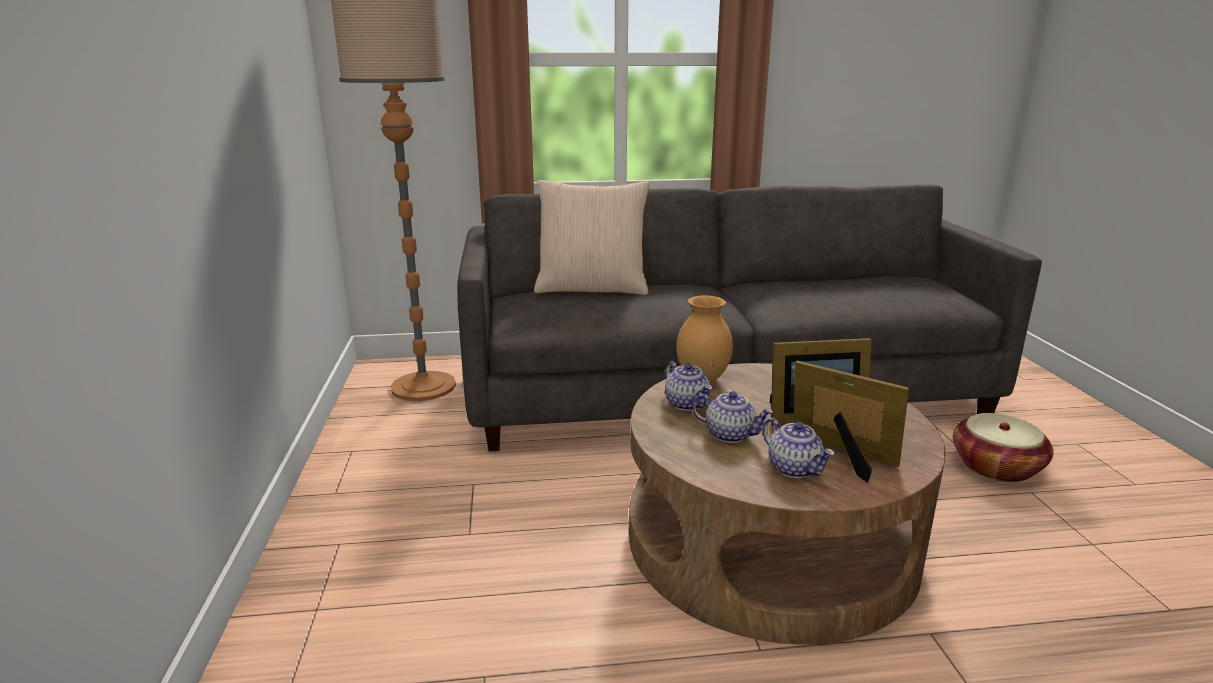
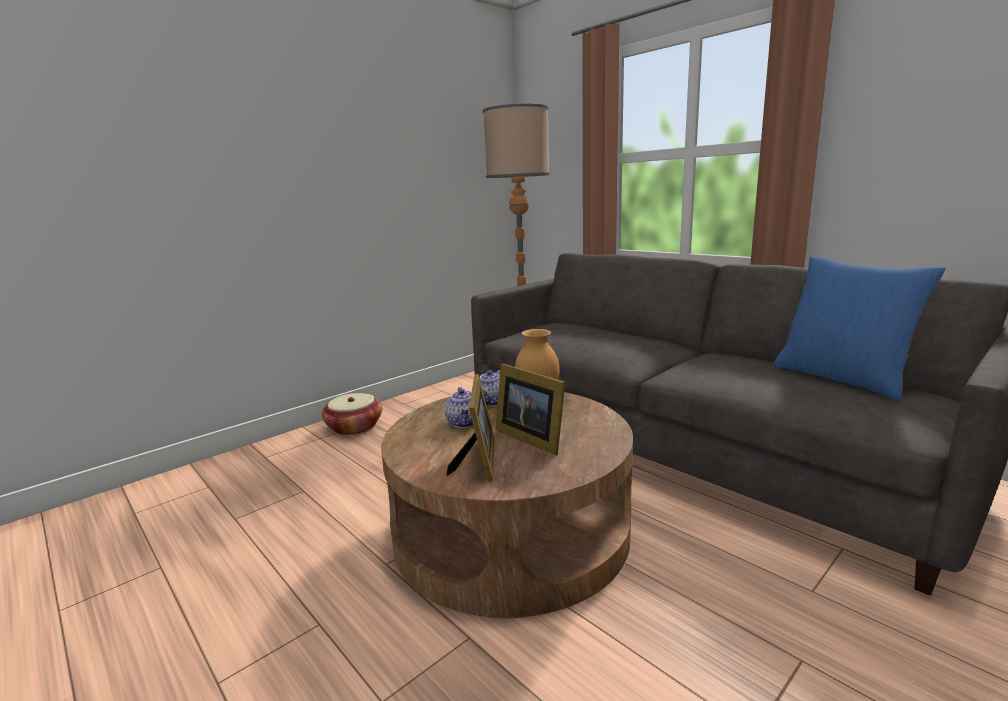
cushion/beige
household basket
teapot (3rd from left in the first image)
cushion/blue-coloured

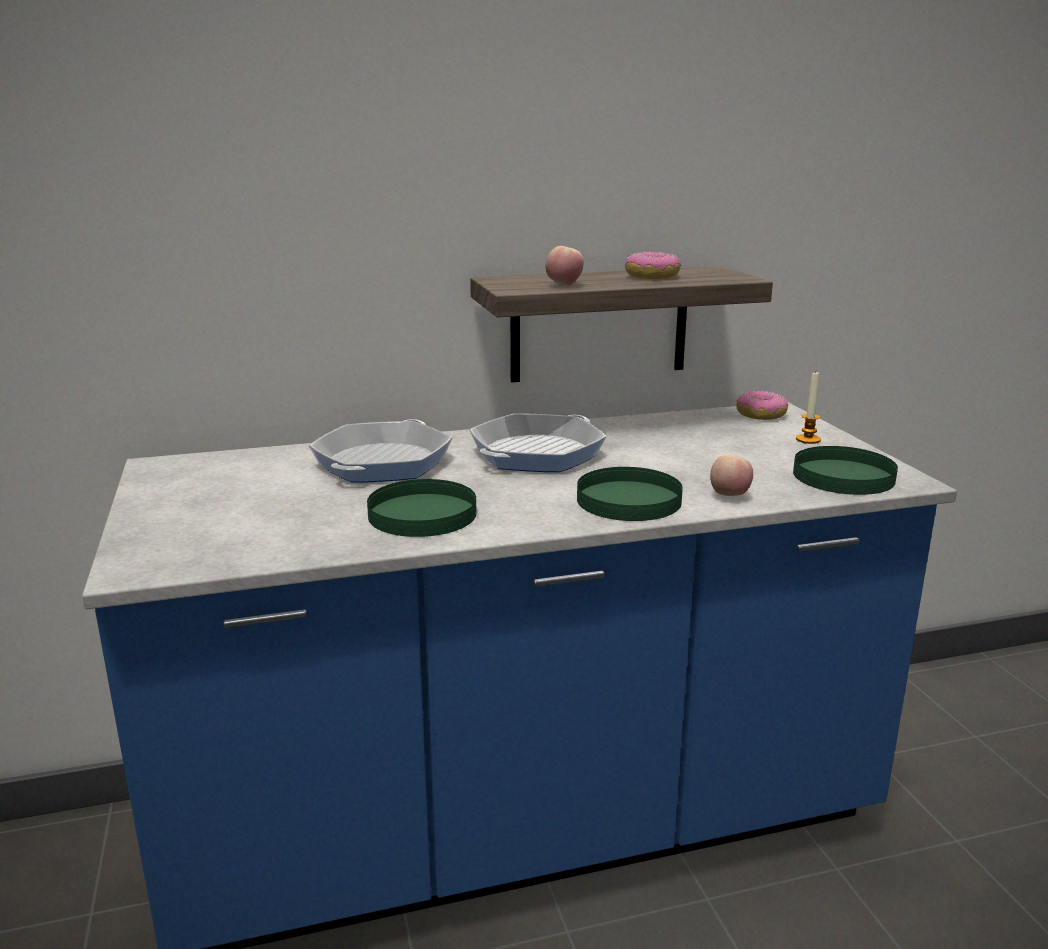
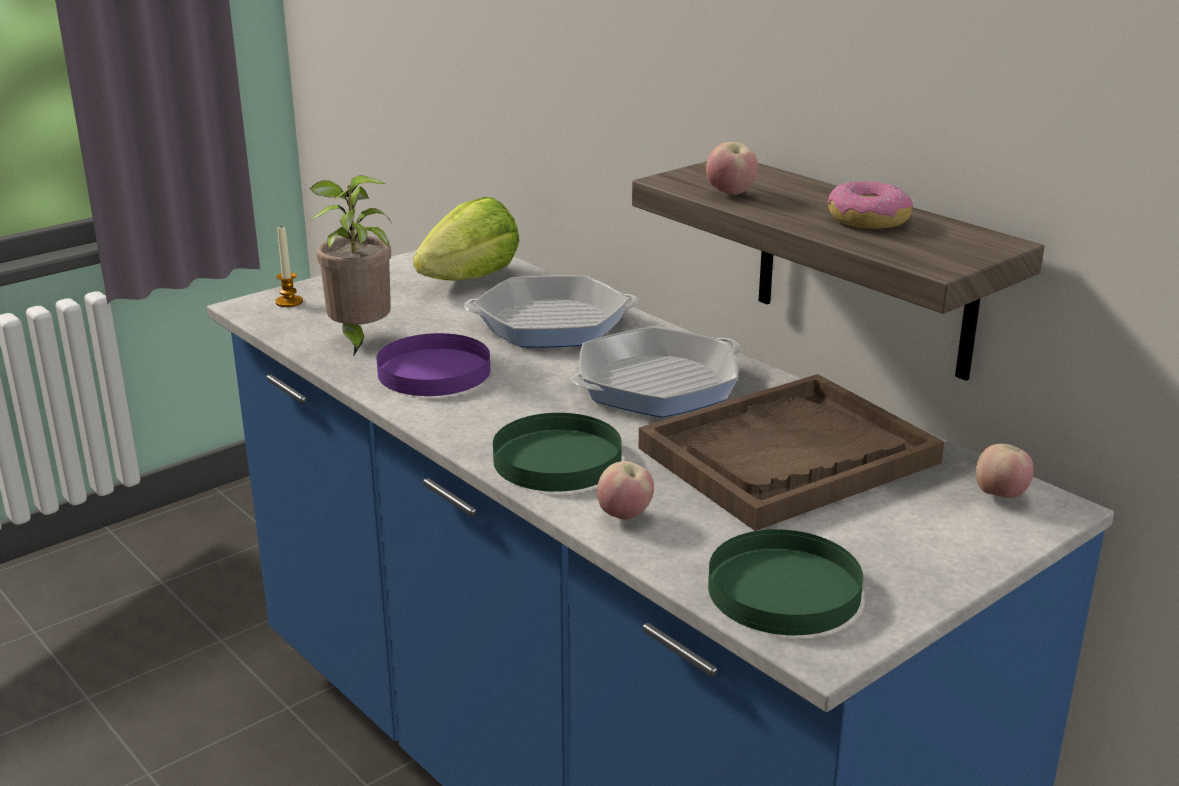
wax candle
apple (3rd from left)
skillet (2nd from left)
dinner plate/purplish
potted plant
head of lettuce
tray/brown-coloured

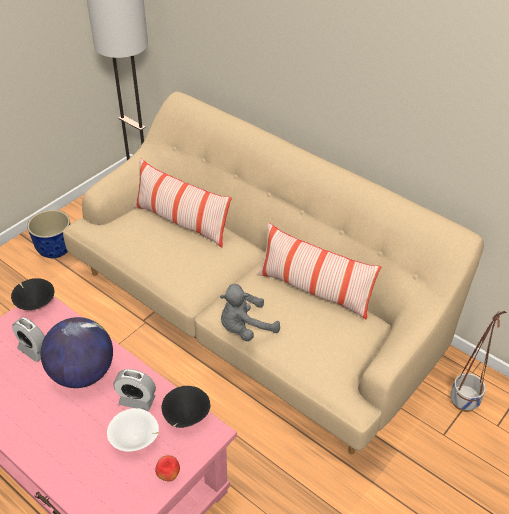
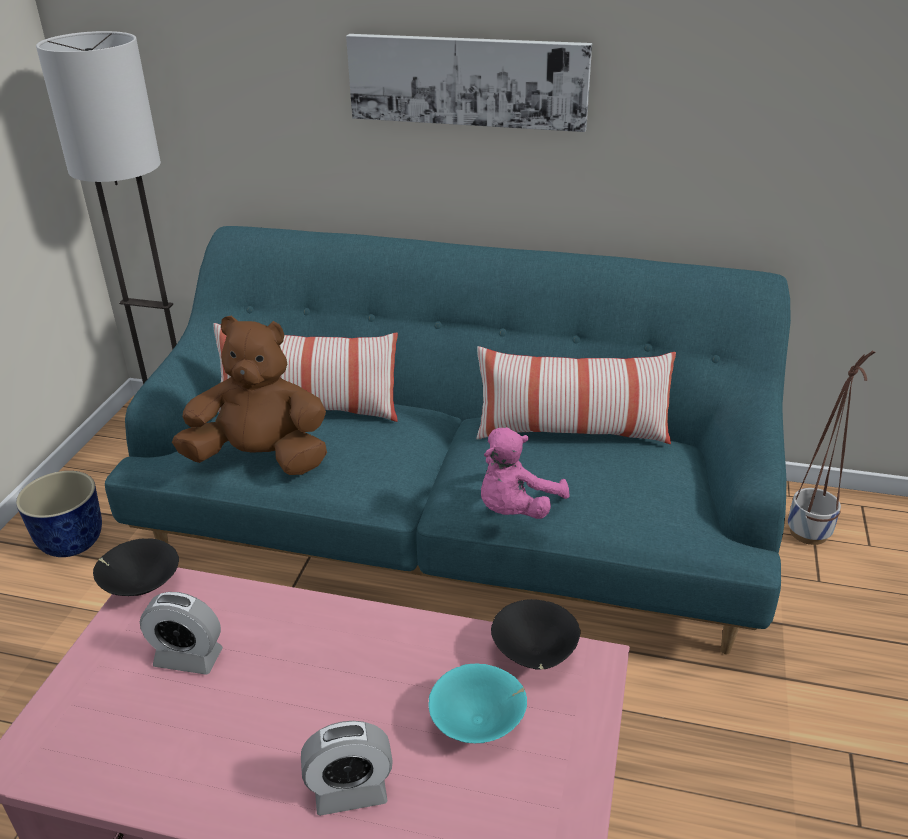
couch/blue-green
plush toy/pink-coloured
world globe
alarm clock (2nd from left)
serving bowl/blue-green
apple
picture
plush toy/brown-coloured

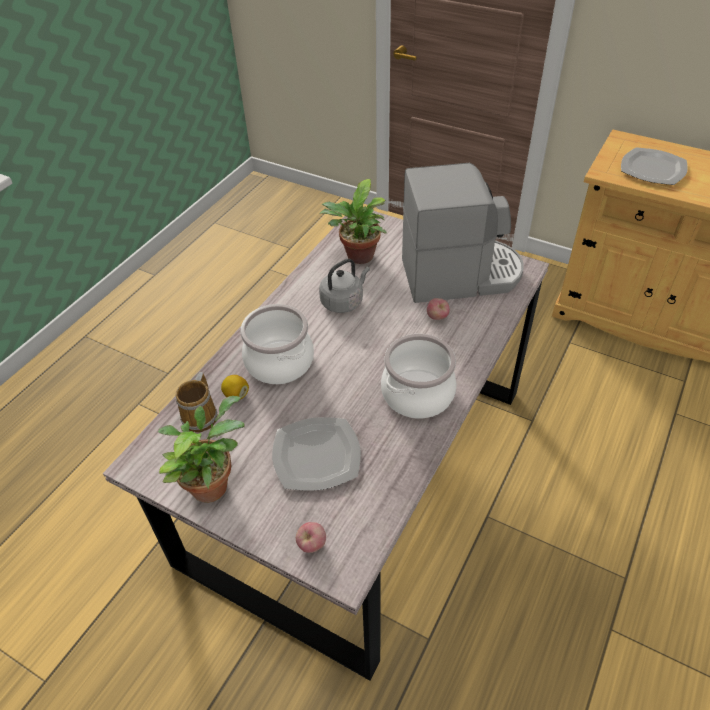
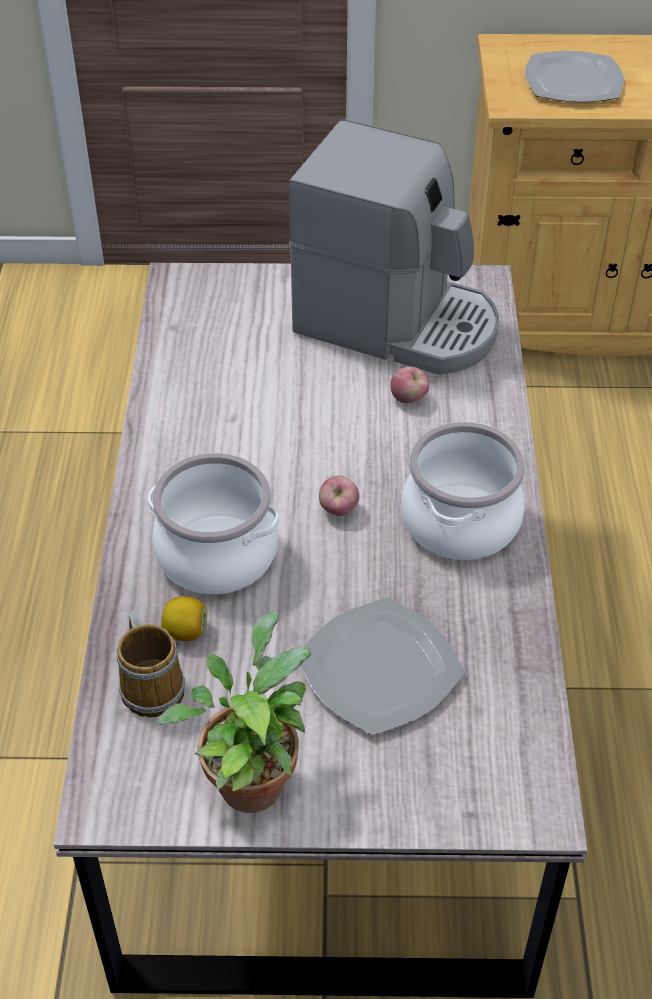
coffee maker
potted plant (2nd from left in the first image)
tea kettle/gray
apple (1st from left)

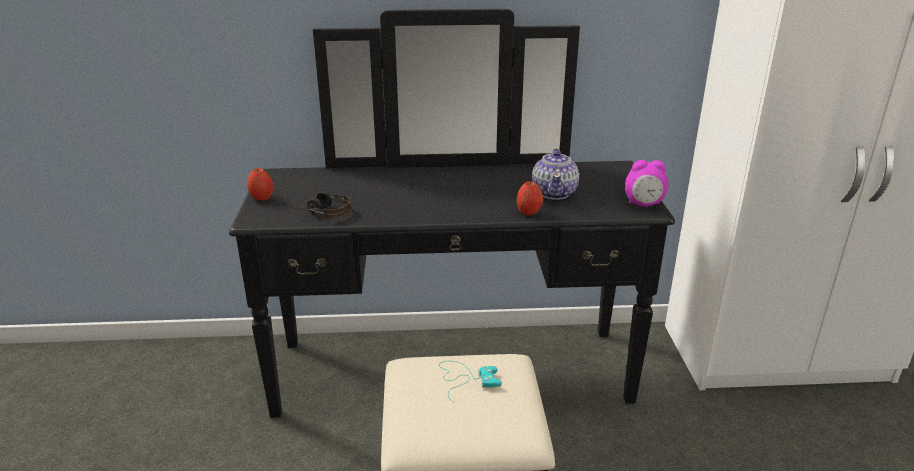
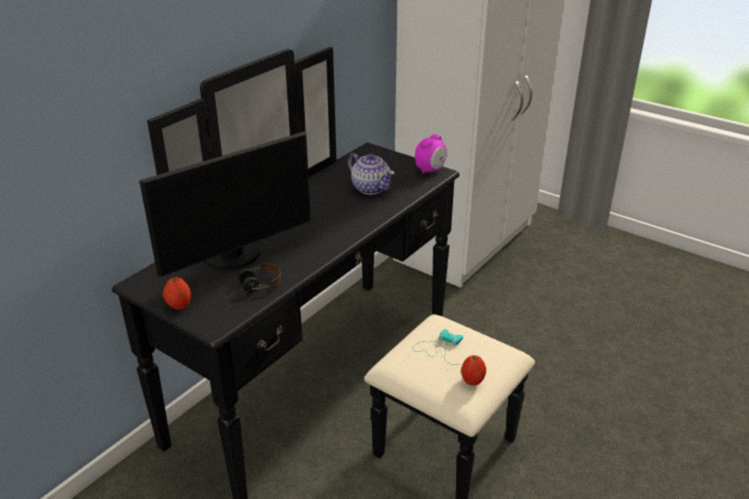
apple (2nd from left)
computer display

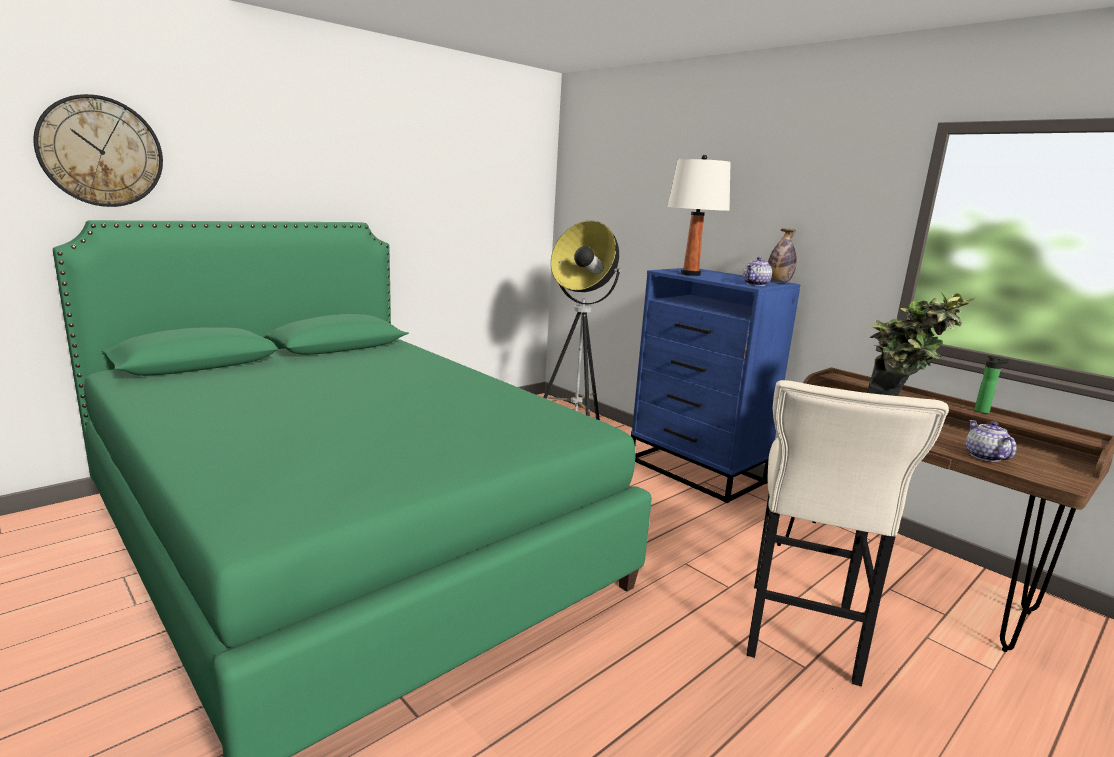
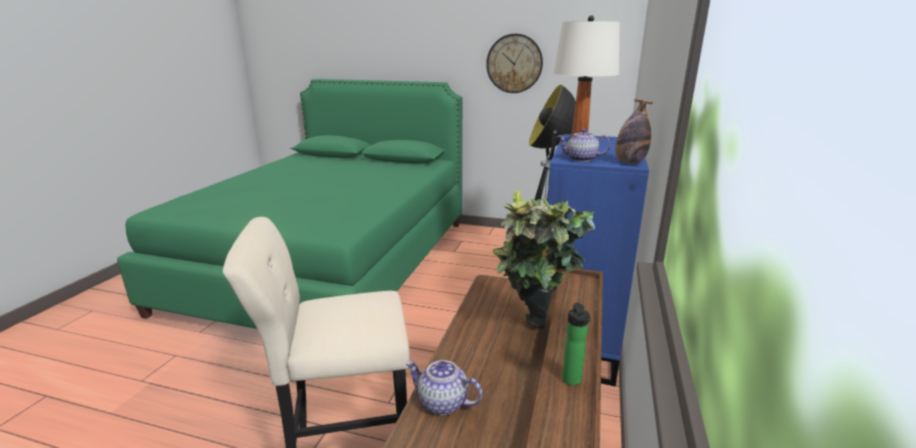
clock on the wall
teapot (1st from left)

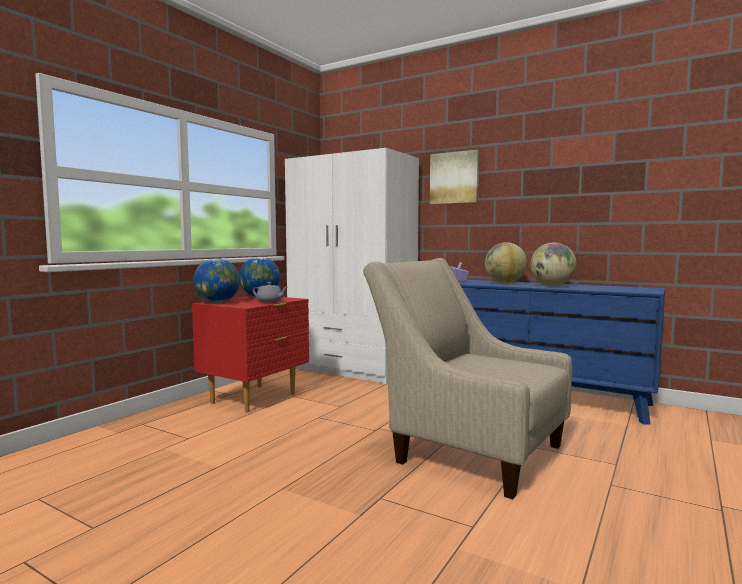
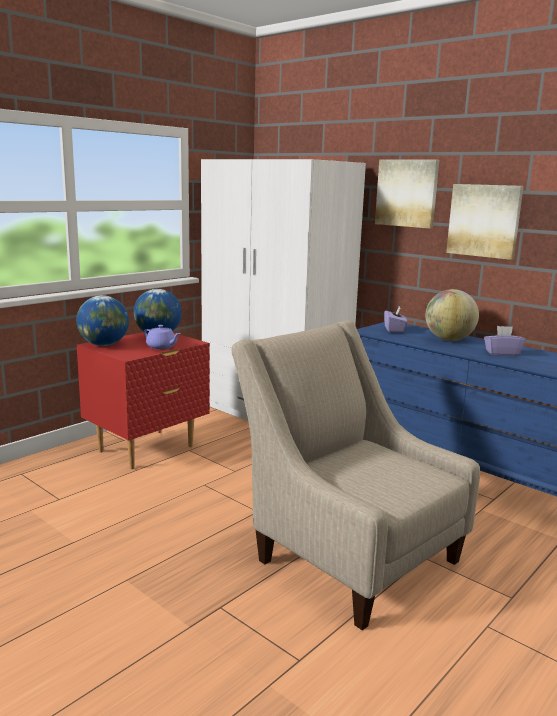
box of tissues/purplish (2nd from left)
teapot/purplish
picture (2nd from left)

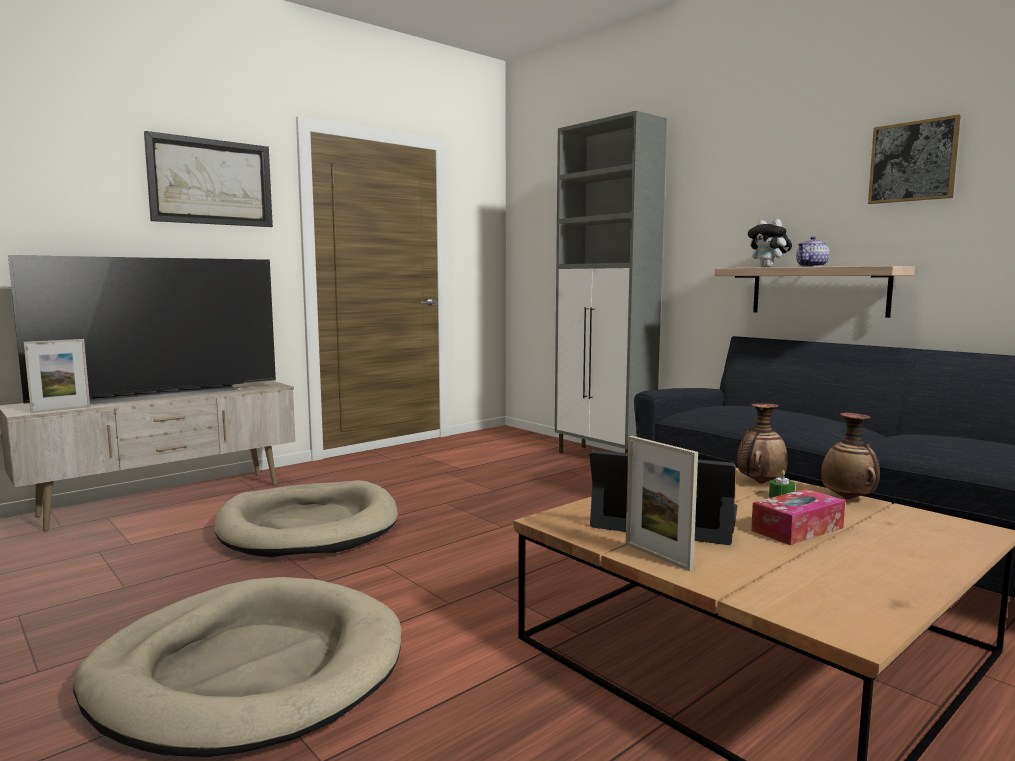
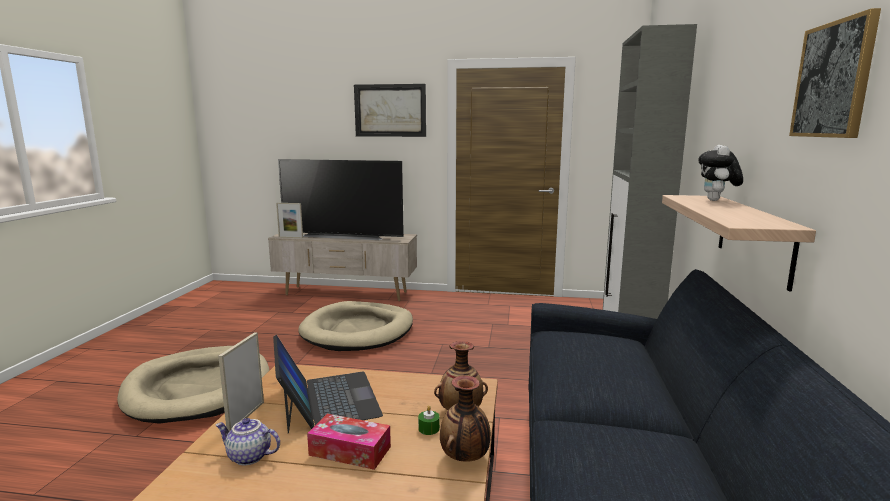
teapot

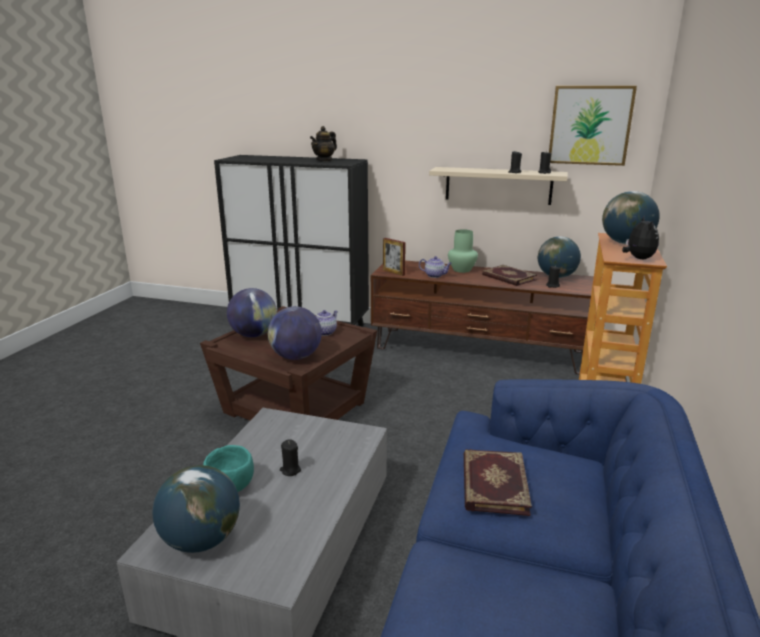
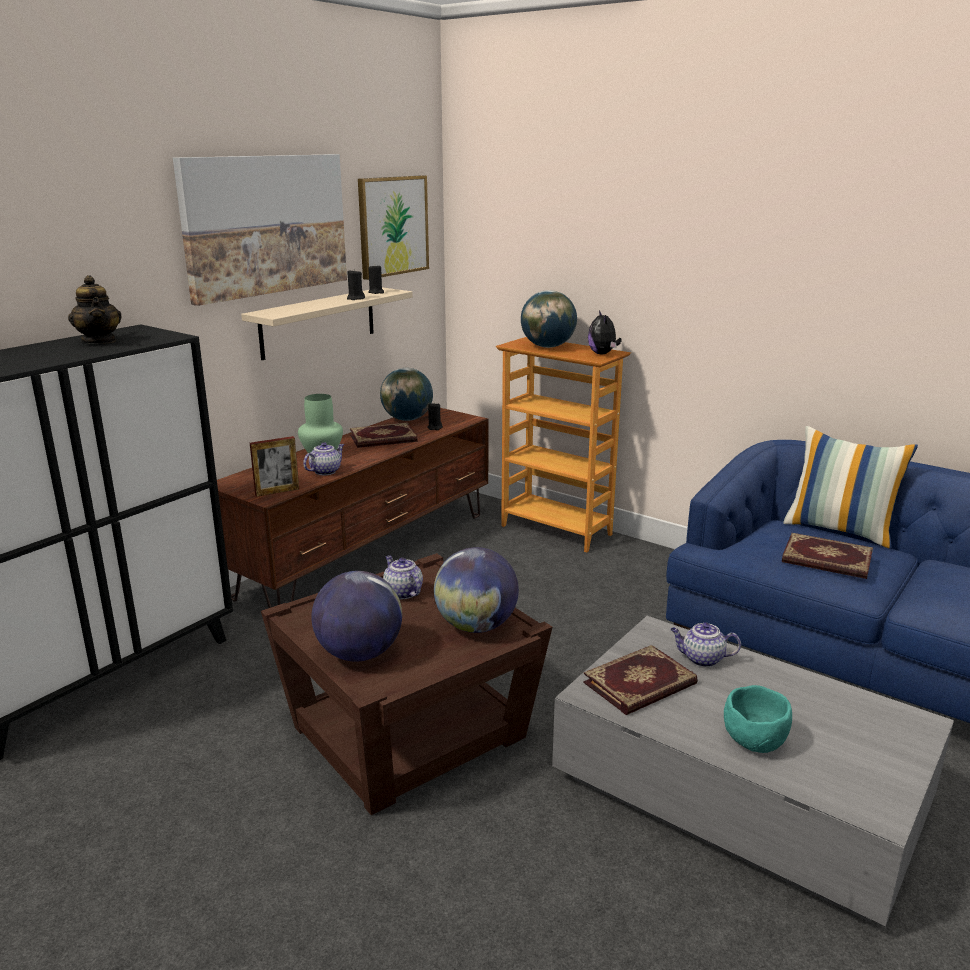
plush toy
wax candle/black (1st from left in the first image)
world globe (1st from left in the first image)
picture (1st from left)
cushion
teapot (4th from left)
volume (2nd from left)

